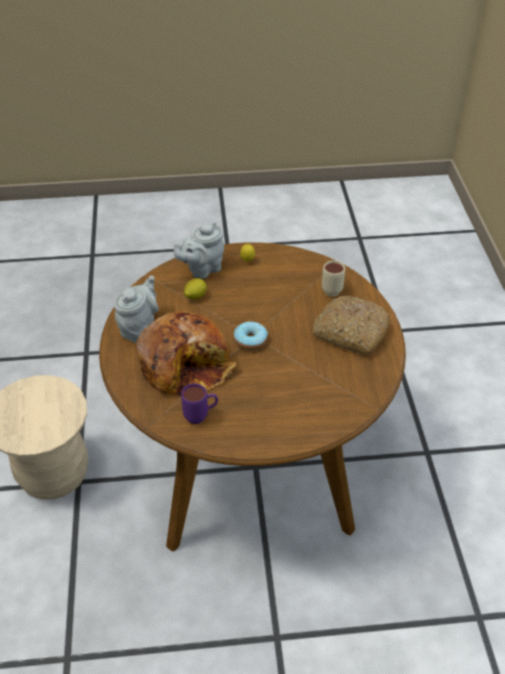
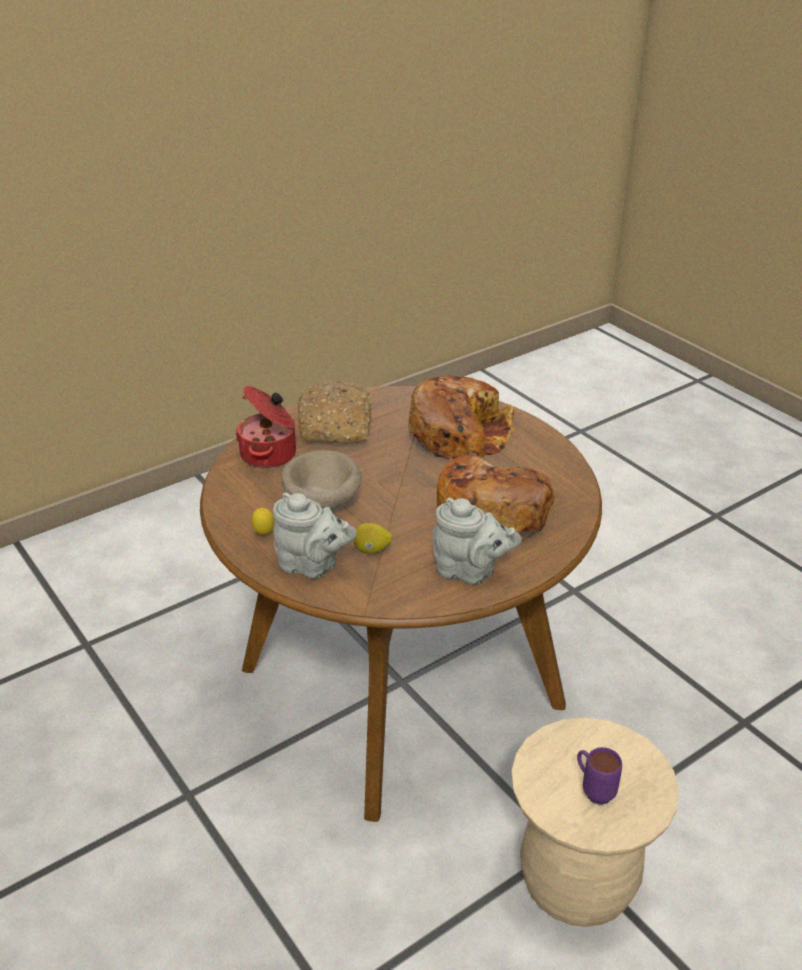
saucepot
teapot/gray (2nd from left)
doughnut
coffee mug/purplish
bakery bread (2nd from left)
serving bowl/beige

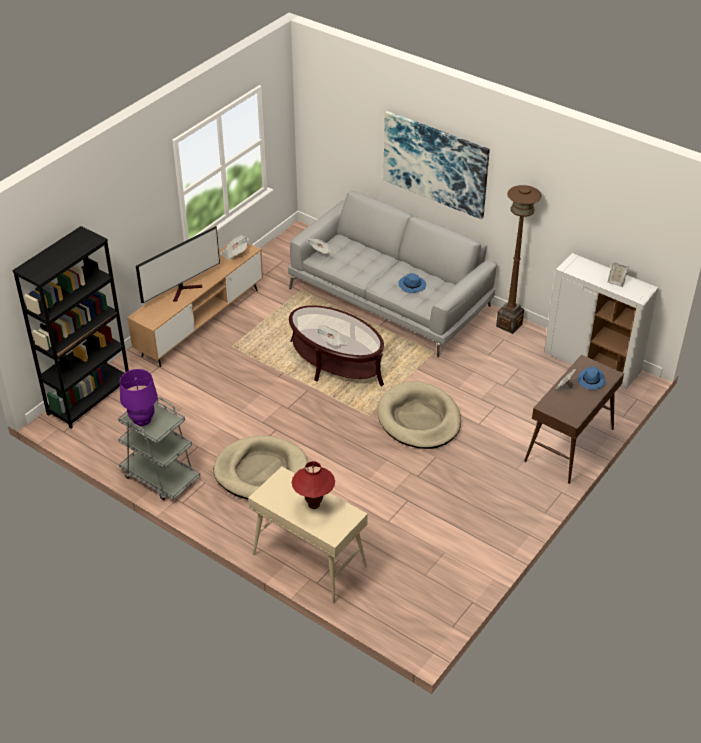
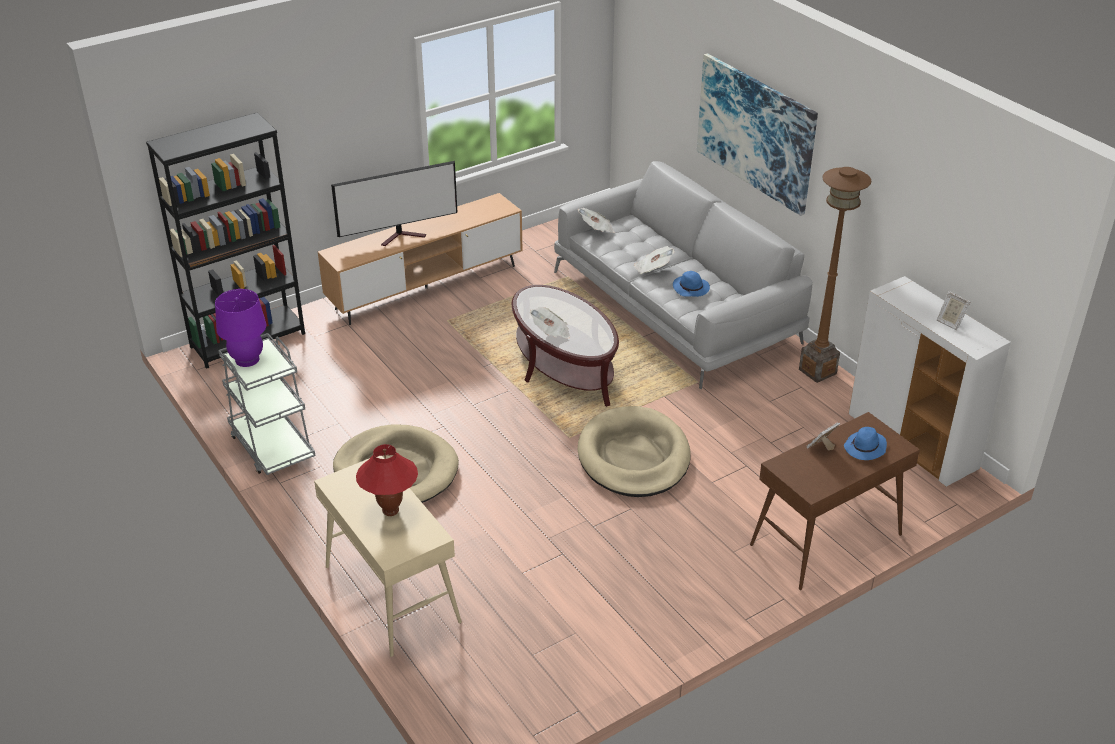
newspaper (3rd from left)

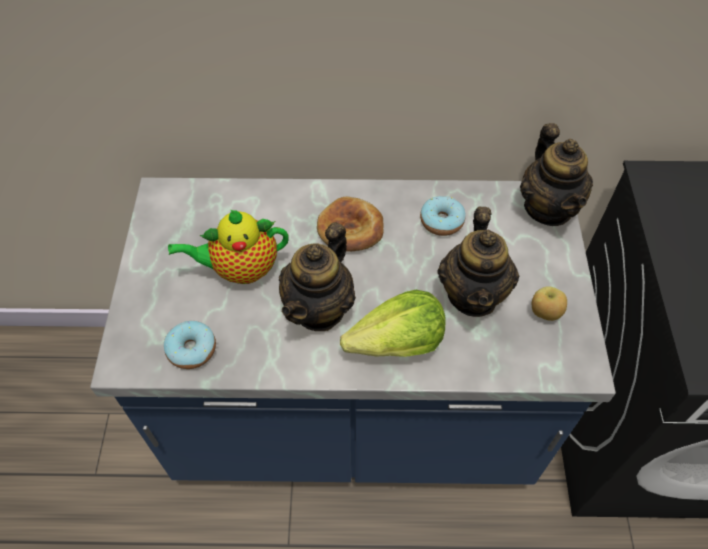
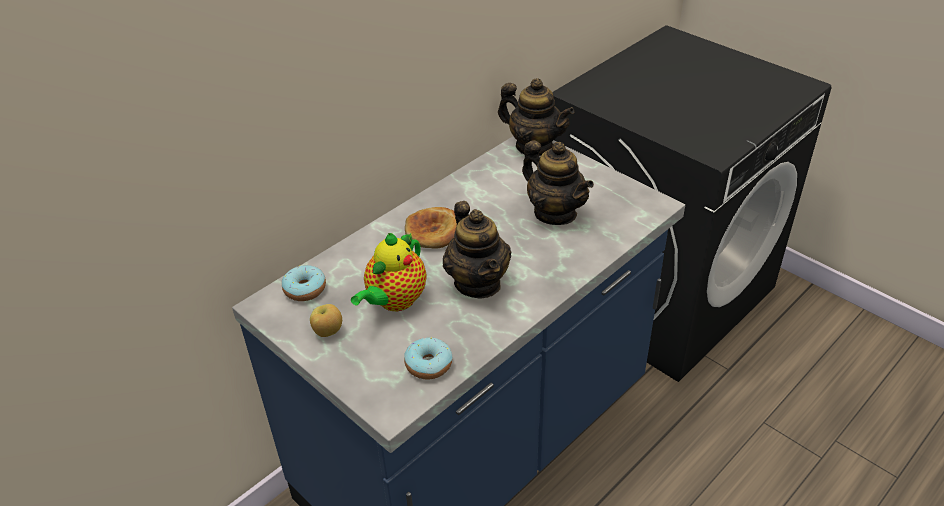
doughnut (1st from left)
apple
head of lettuce

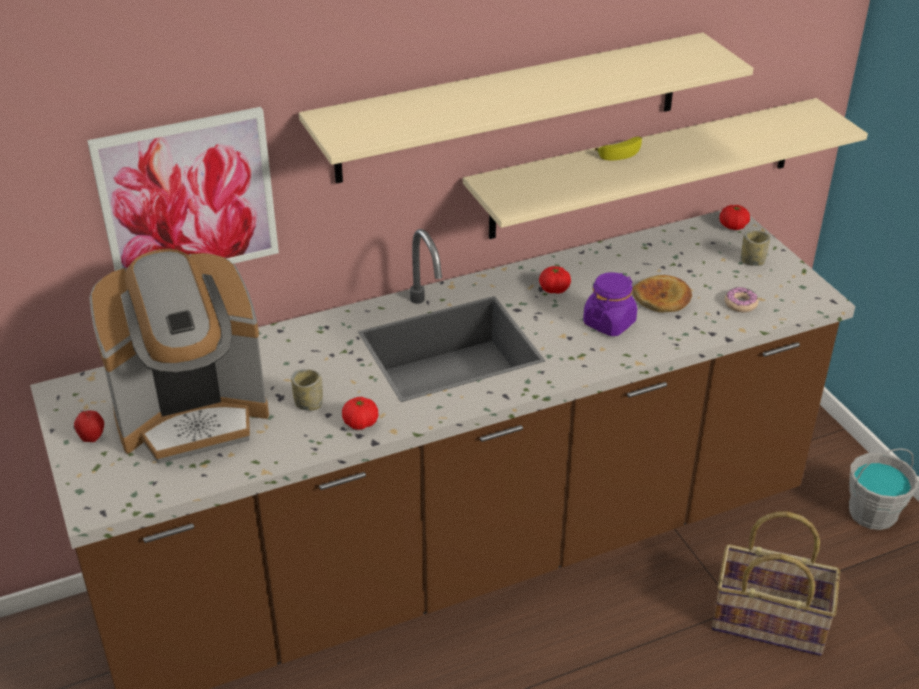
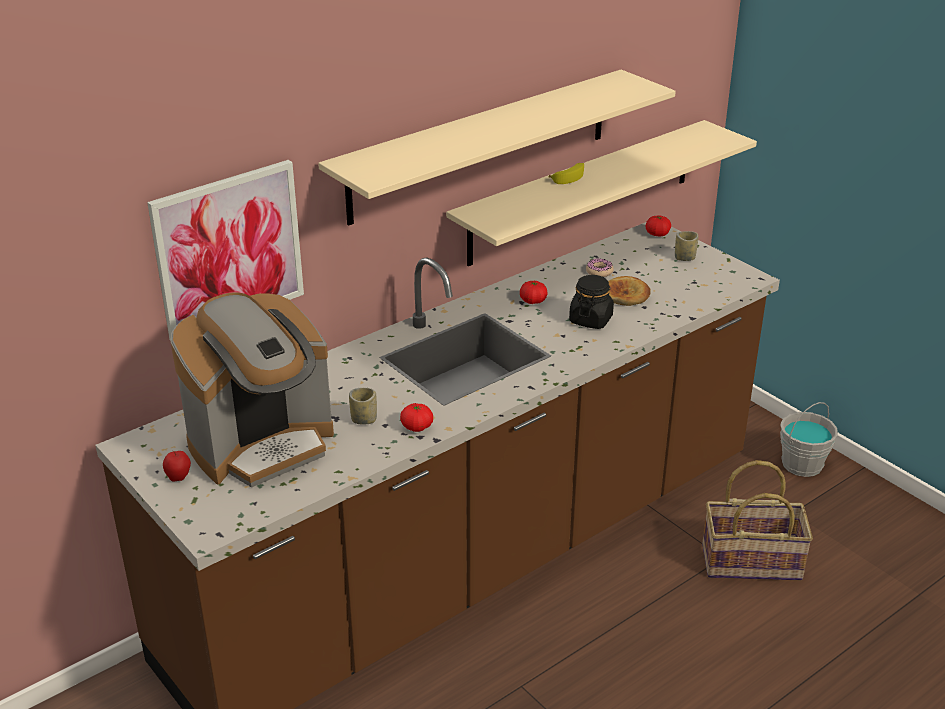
jar/black
doughnut

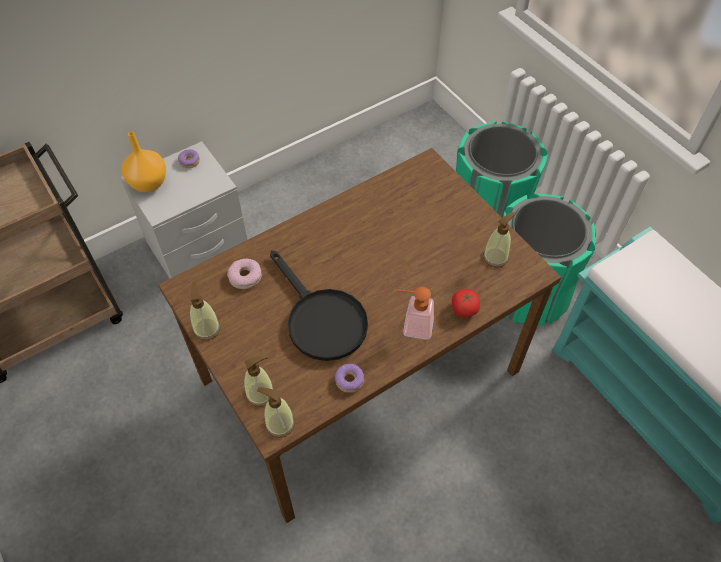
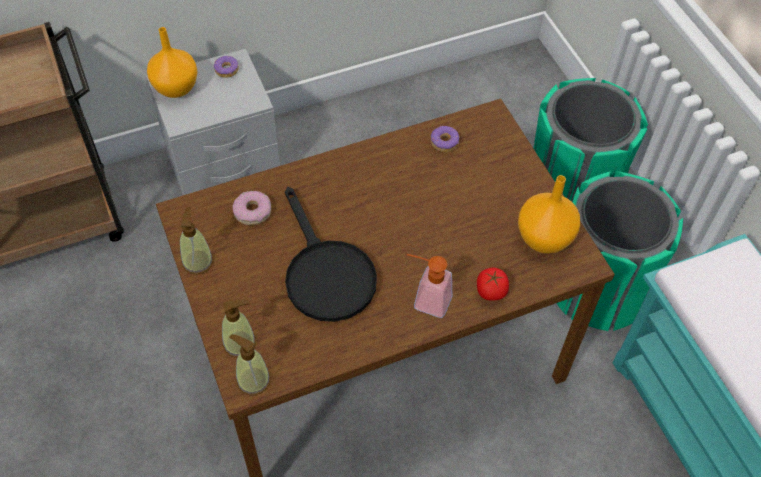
flower vase/orangey (2nd from left)
doughnut (3rd from left)

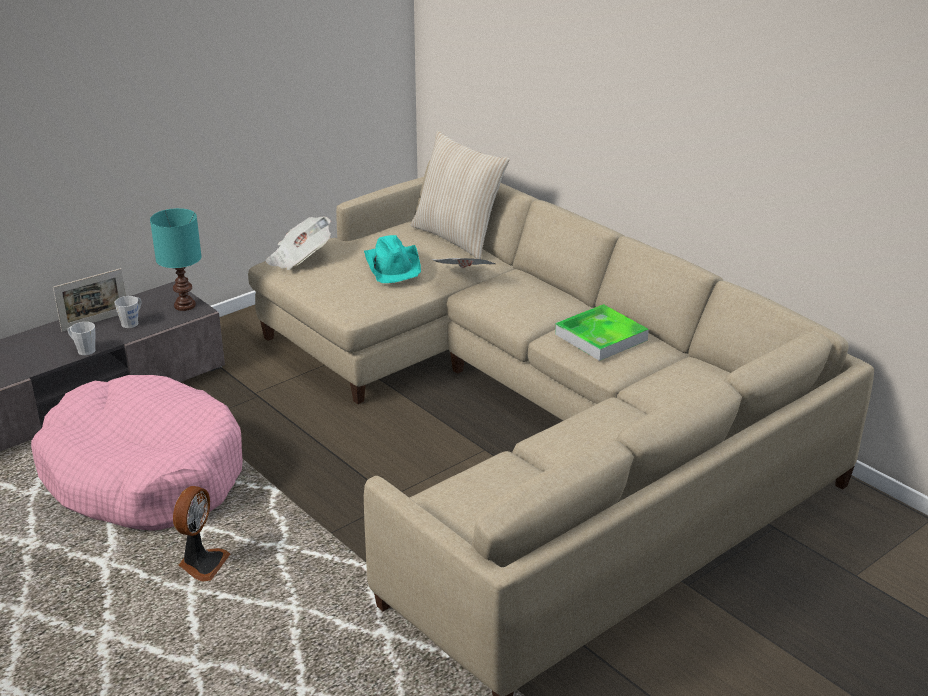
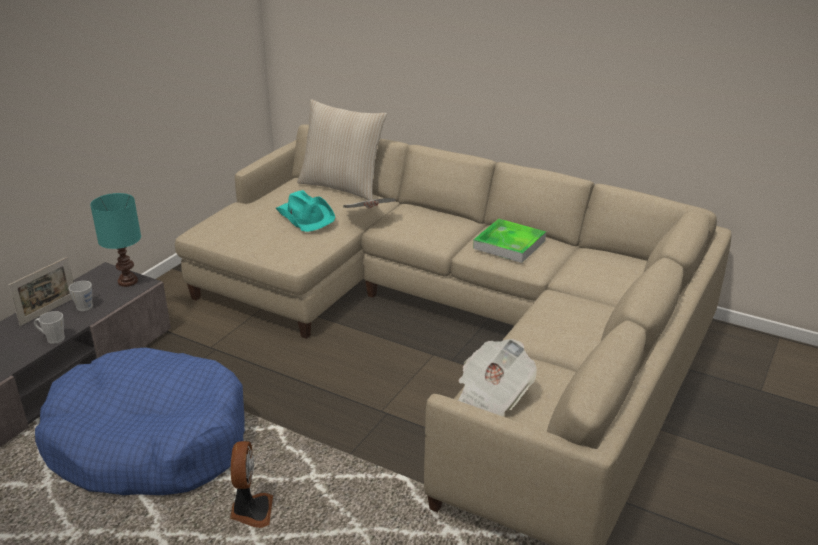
newspaper (2nd from left)
dog cushion/blue-coloured

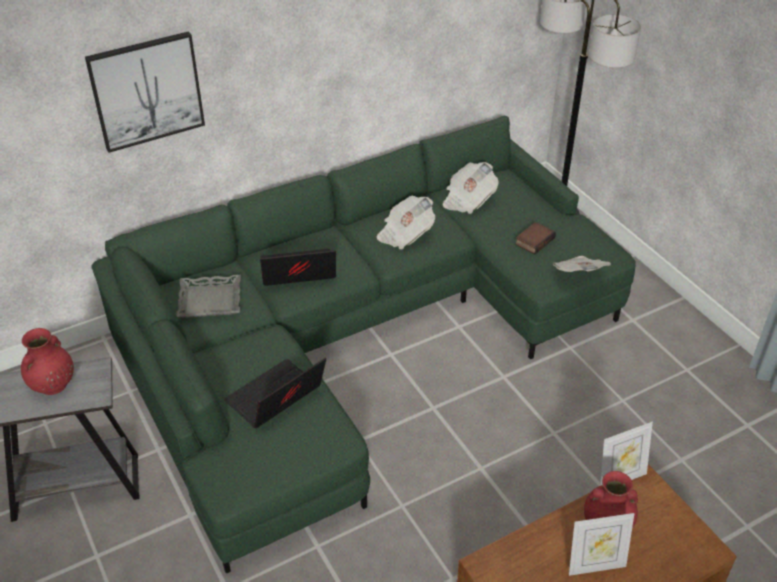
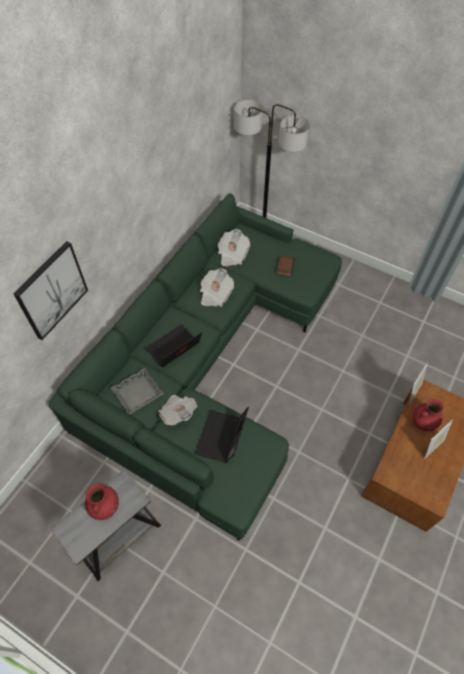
newspaper (1st from left)

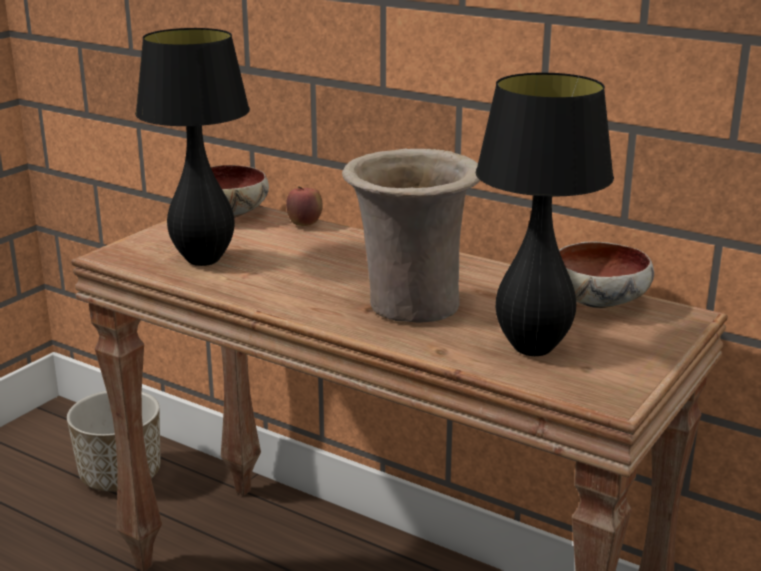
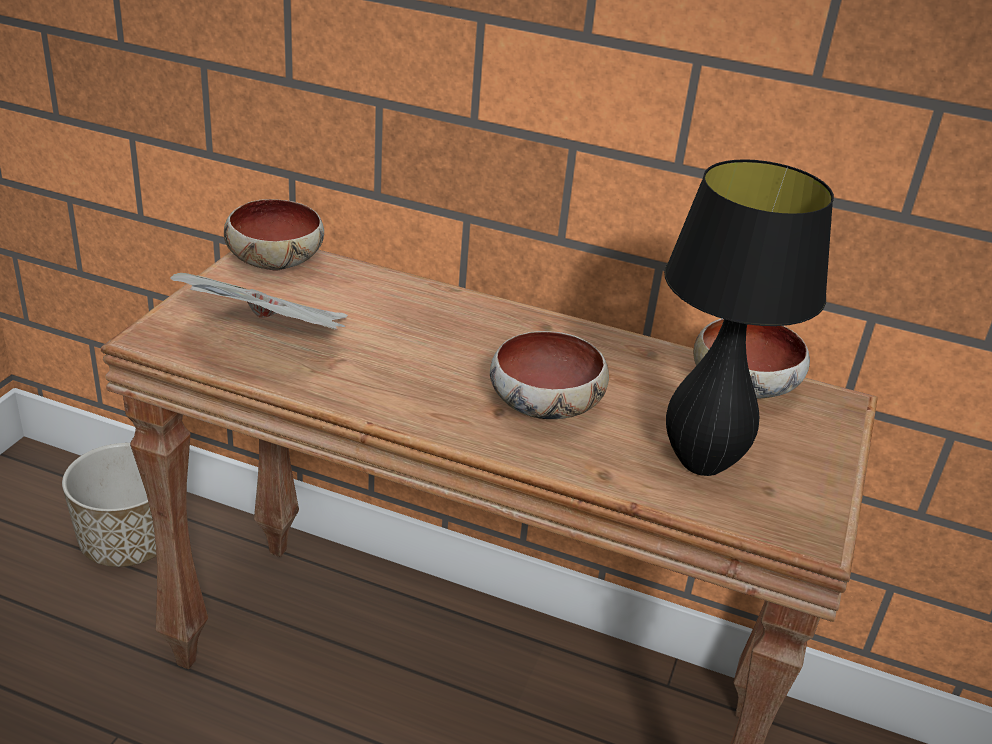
newspaper
serving bowl (2nd from left)
apple

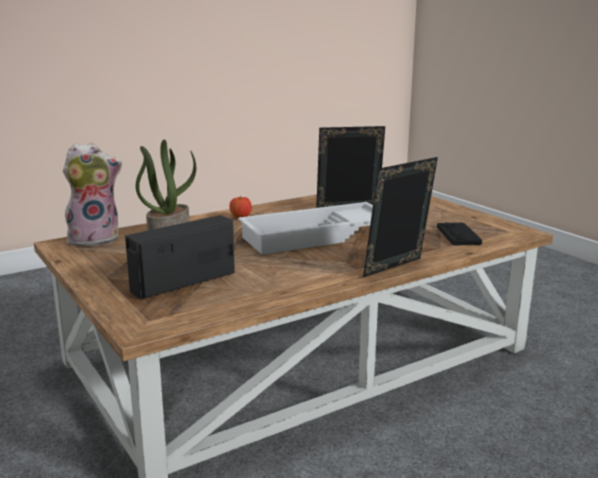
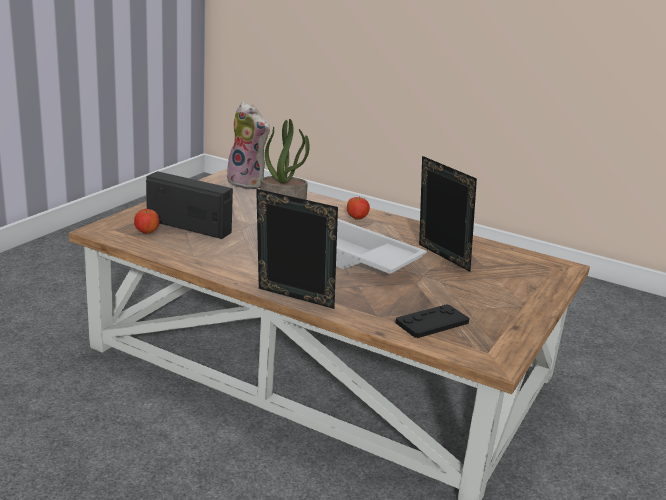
apple (1st from left)

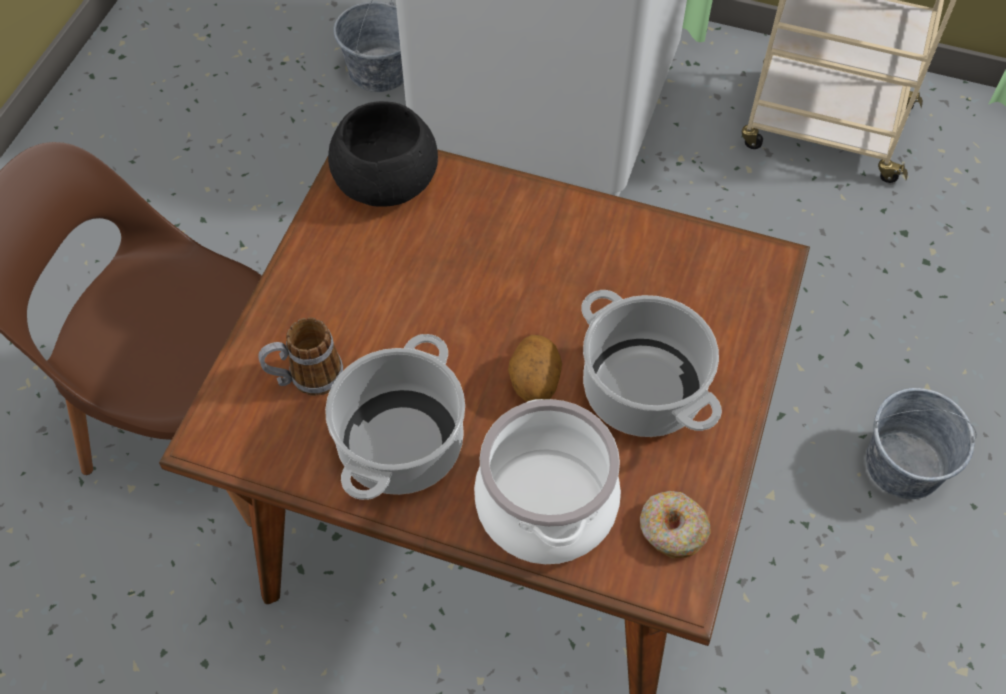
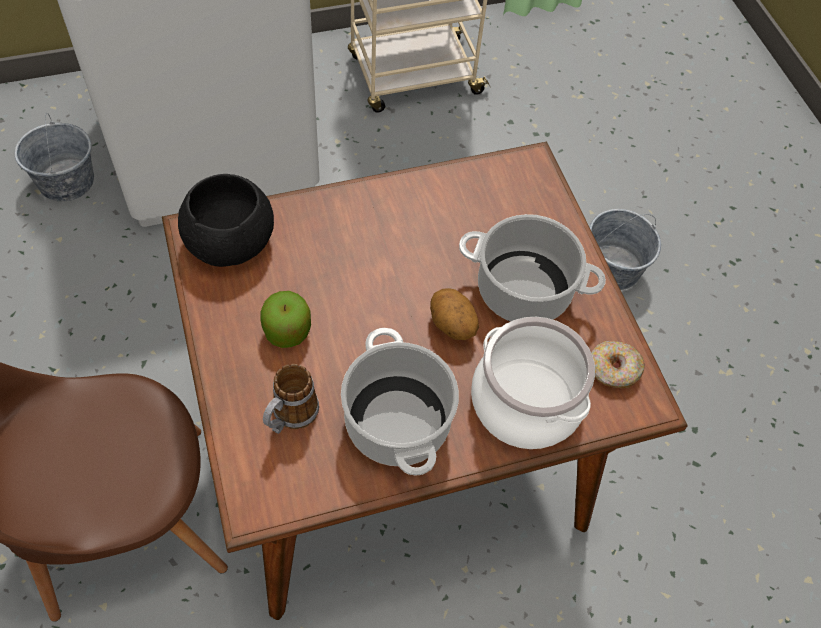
apple

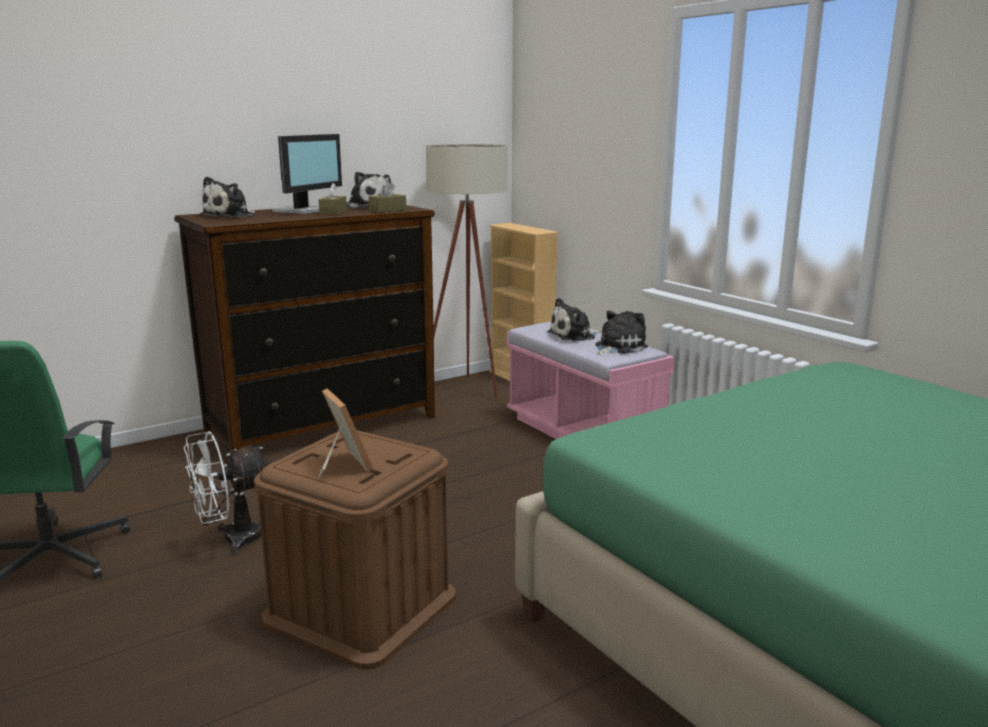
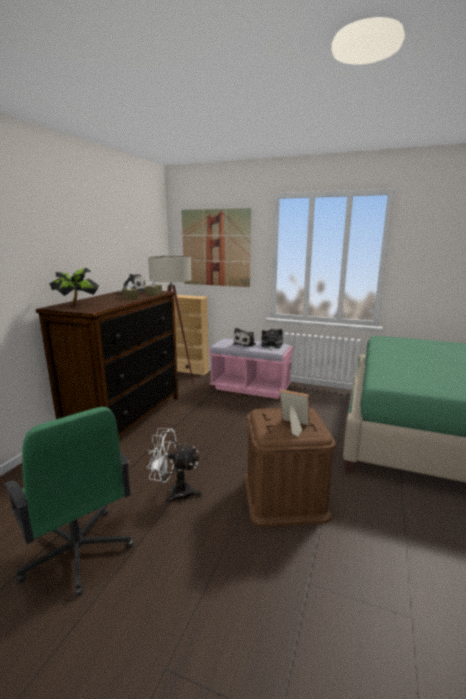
computer display
potted plant
electric fan/white
picture

